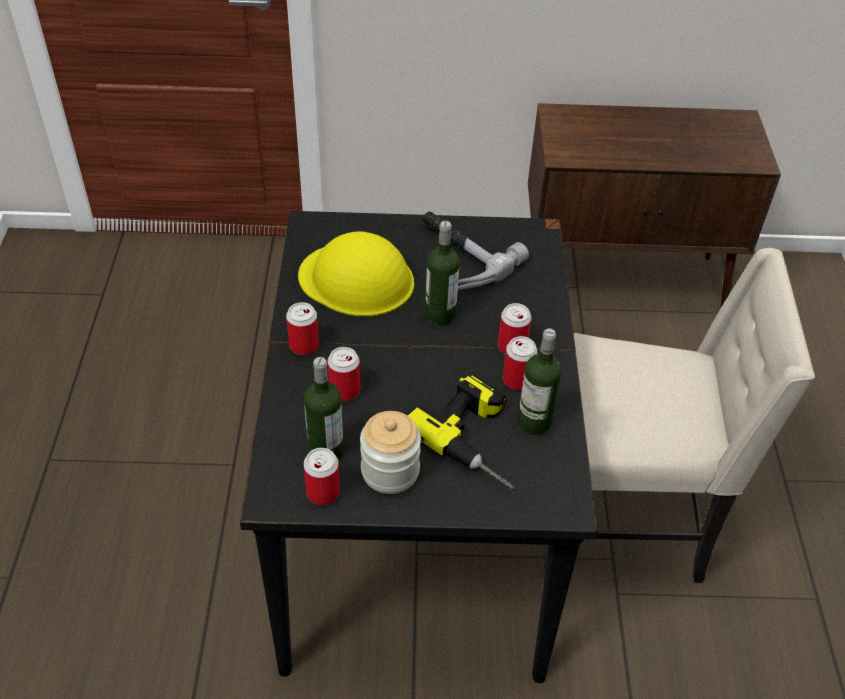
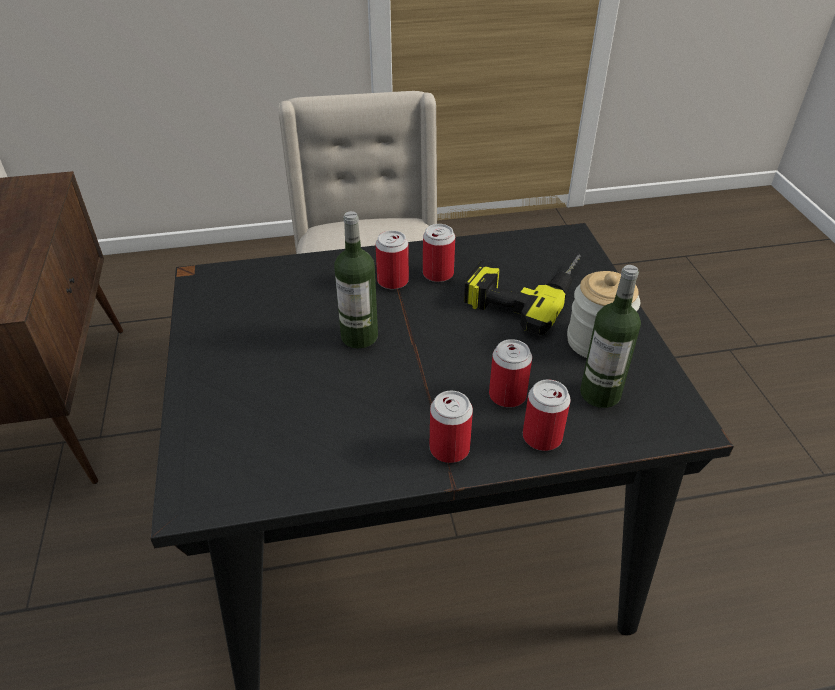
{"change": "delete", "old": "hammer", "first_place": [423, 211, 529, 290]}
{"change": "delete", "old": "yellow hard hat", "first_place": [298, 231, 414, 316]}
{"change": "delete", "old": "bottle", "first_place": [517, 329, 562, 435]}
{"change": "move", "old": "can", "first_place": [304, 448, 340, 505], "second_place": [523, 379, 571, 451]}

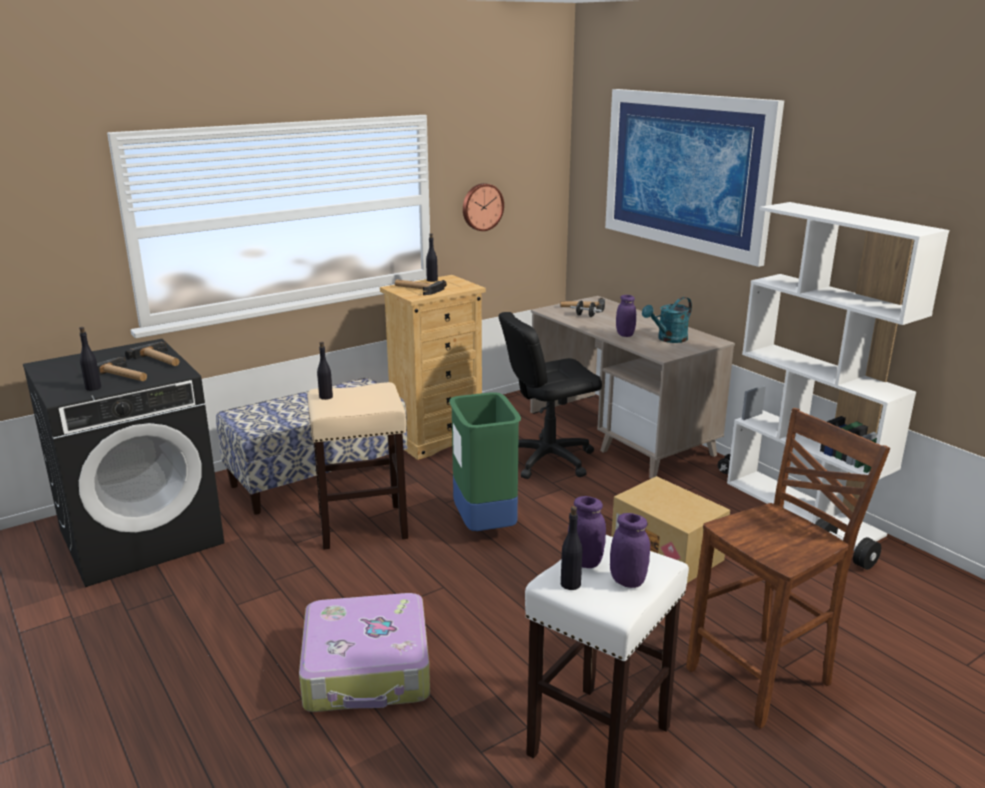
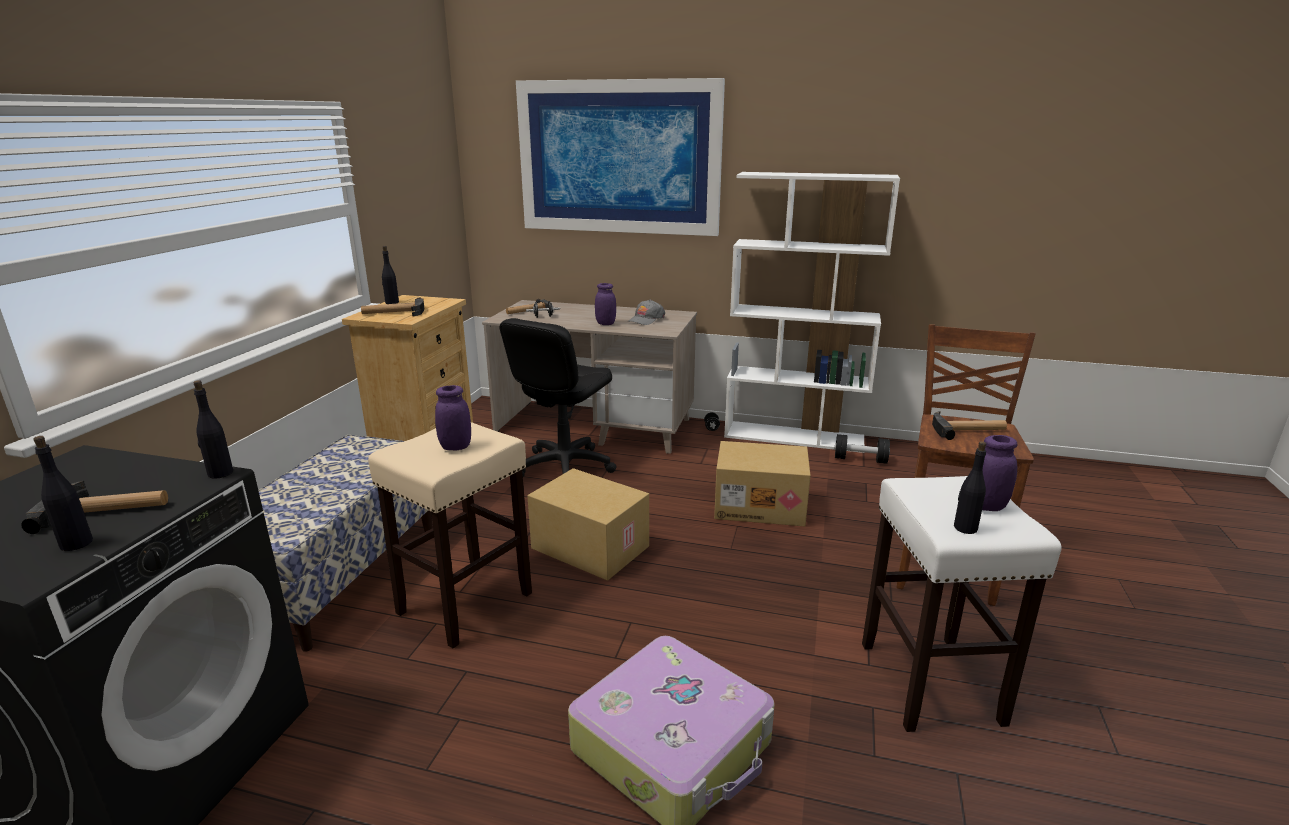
{"change": "delete", "old": "wall clock", "first_place": [463, 183, 504, 231]}
{"change": "replace", "old": "turquoise watering can", "new": "grey cap", "first_place": [642, 297, 692, 343], "second_place": [628, 300, 665, 325]}
{"change": "move", "old": "hammer", "first_place": [125, 342, 179, 366], "second_place": [932, 411, 1007, 440]}
{"change": "move", "old": "black bottle", "first_place": [317, 342, 333, 400], "second_place": [193, 380, 233, 479]}
{"change": "replace", "old": "green trash can", "new": "cardboard box", "first_place": [449, 392, 521, 531], "second_place": [527, 468, 649, 581]}
{"change": "move", "old": "purple jar", "first_place": [568, 496, 606, 568], "second_place": [435, 385, 471, 451]}

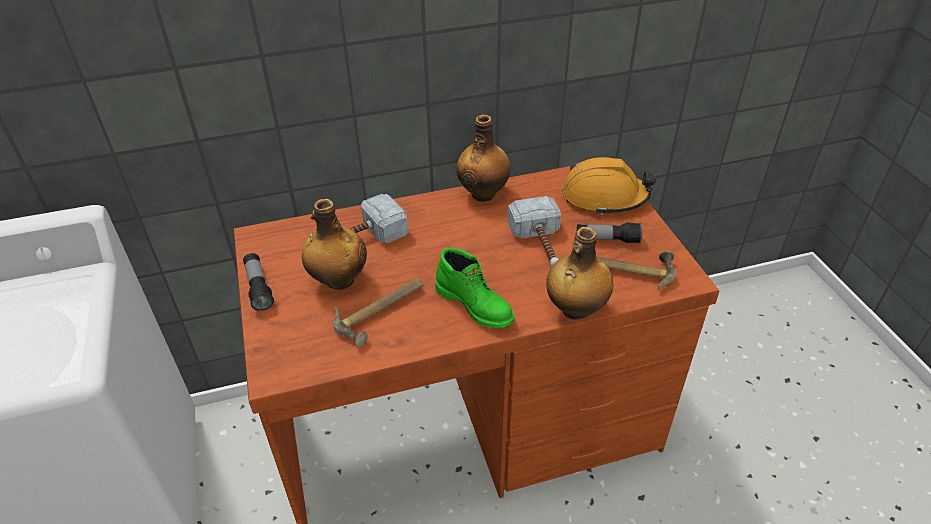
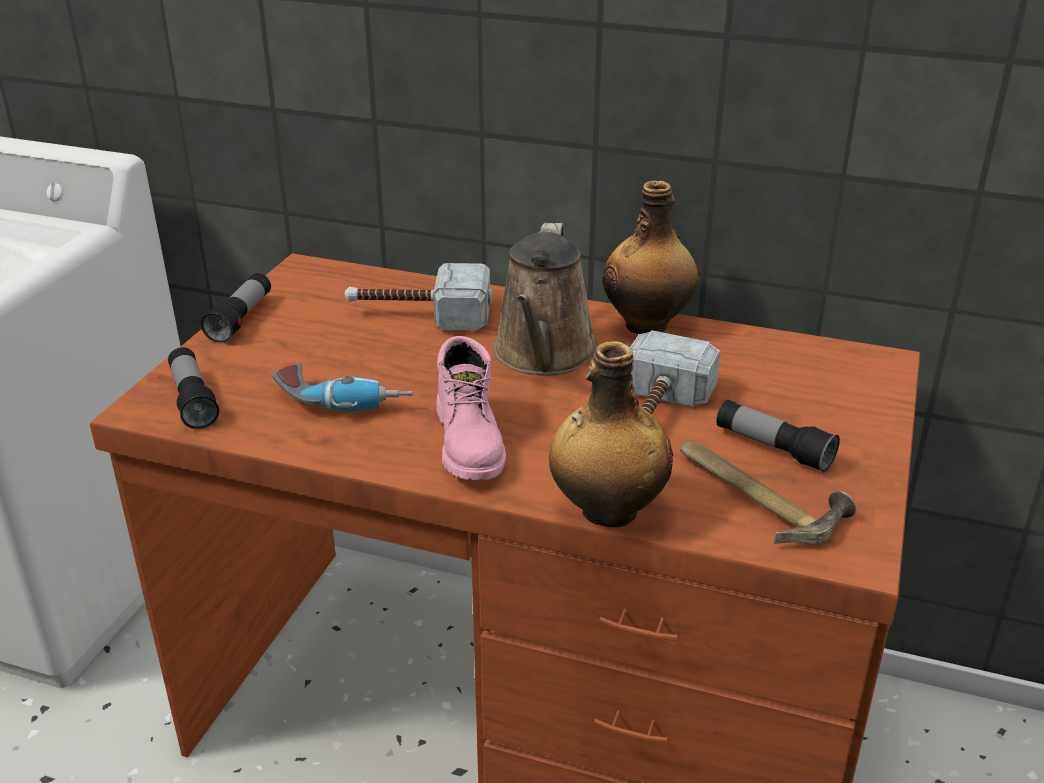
{"change": "delete", "old": "orange hard hat", "first_place": [562, 157, 656, 215]}
{"change": "delete", "old": "bottle", "first_place": [302, 199, 367, 290]}
{"change": "recolor", "old": "green boot", "new": "pink boot", "first_place": [435, 248, 514, 328], "second_place": [436, 336, 506, 480]}
{"change": "replace", "old": "hammer", "new": "power drill", "first_place": [333, 278, 423, 347], "second_place": [272, 363, 413, 412]}
{"change": "insert", "new": "brown watering can", "second_place": [493, 223, 598, 376]}
{"change": "insert", "new": "flashlight", "second_place": [168, 347, 219, 429]}

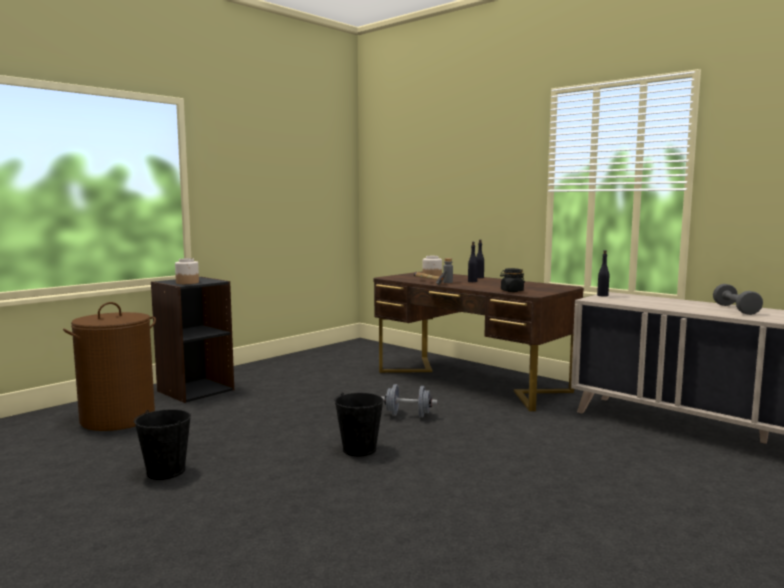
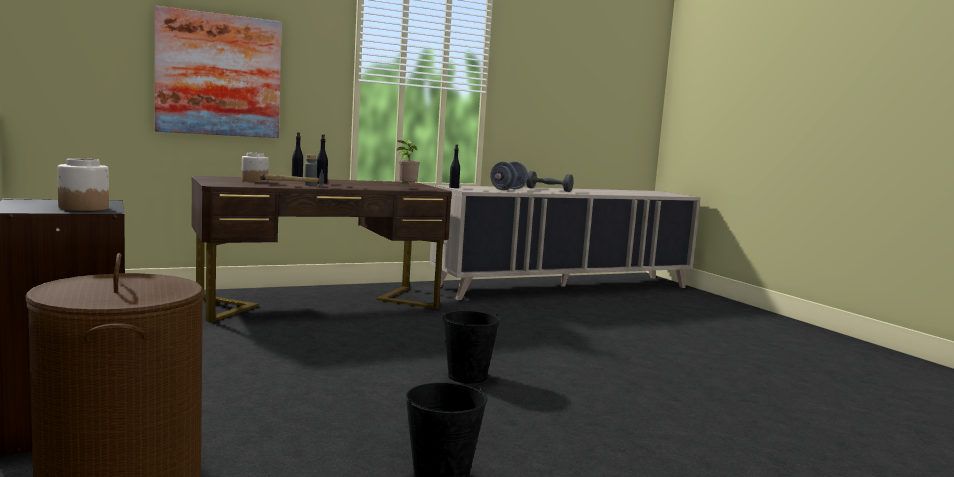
{"change": "replace", "old": "black jar", "new": "potted plant", "first_place": [500, 268, 525, 292], "second_place": [396, 140, 420, 187]}
{"change": "move", "old": "grey dumbbell", "first_place": [380, 384, 438, 418], "second_place": [490, 162, 528, 190]}
{"change": "insert", "new": "picture", "second_place": [154, 6, 282, 138]}

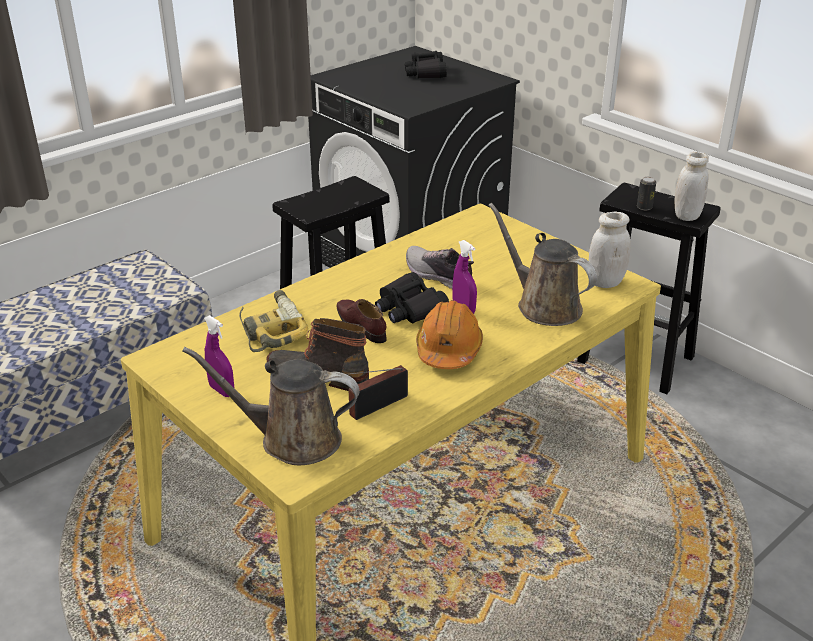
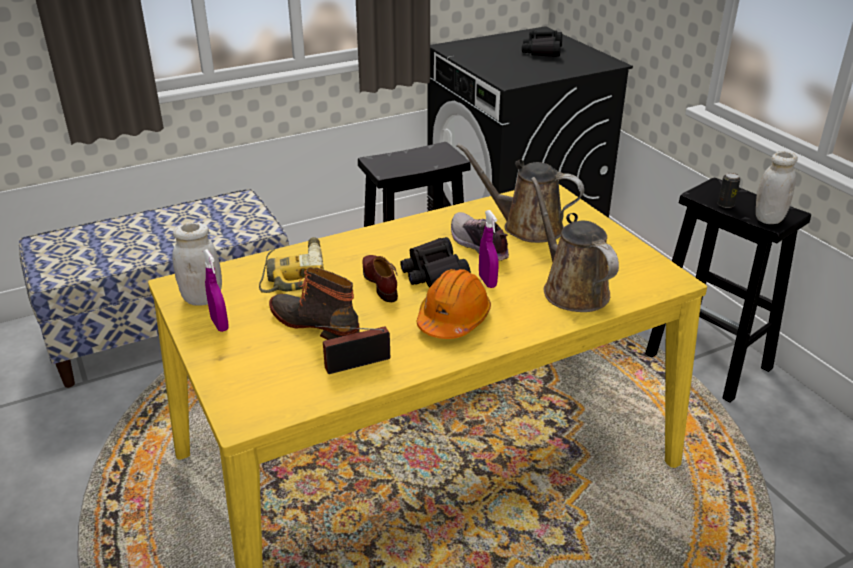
{"change": "move", "old": "white jar", "first_place": [589, 212, 631, 288], "second_place": [172, 223, 222, 306]}
{"change": "move", "old": "brown watering can", "first_place": [182, 347, 360, 465], "second_place": [456, 143, 584, 243]}

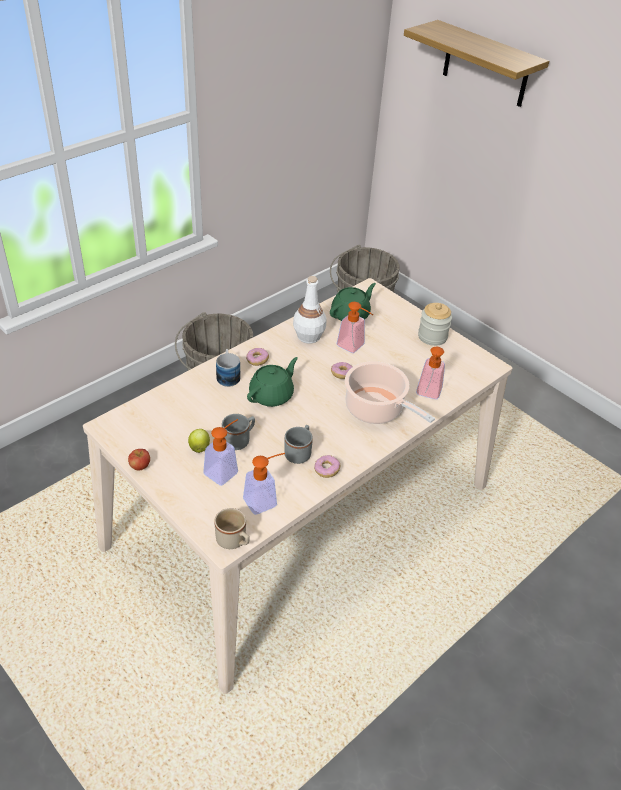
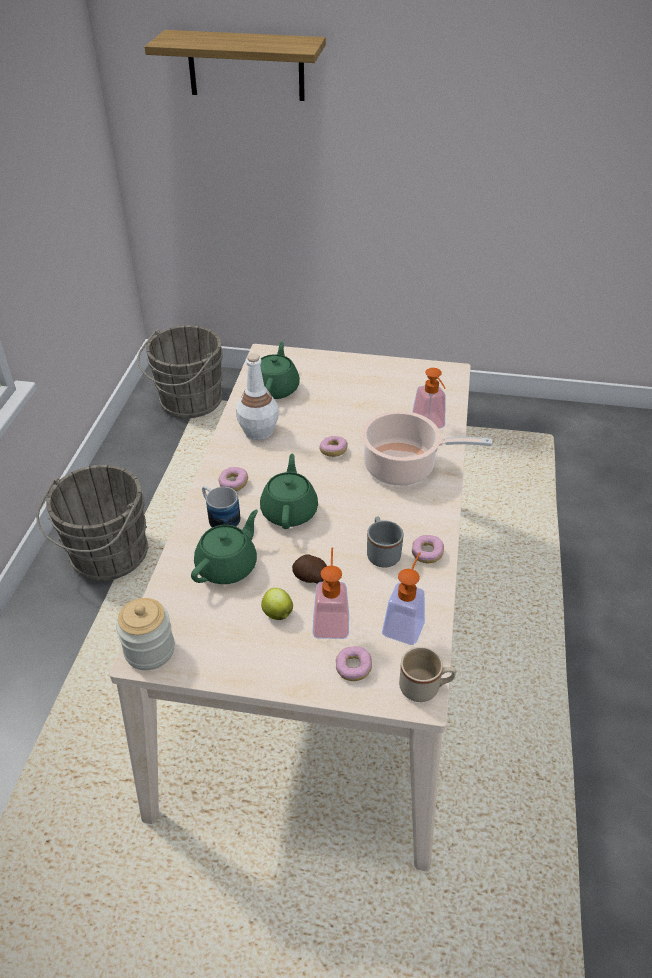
{"change": "delete", "old": "soap dispenser", "first_place": [337, 302, 373, 353]}
{"change": "move", "old": "jar", "first_place": [418, 303, 452, 346], "second_place": [116, 598, 175, 670]}
{"change": "replace", "old": "grey mug", "new": "potato", "first_place": [222, 414, 255, 450], "second_place": [292, 554, 327, 583]}
{"change": "delete", "old": "apple", "first_place": [128, 449, 150, 471]}
{"change": "insert", "new": "green teapot", "second_place": [191, 510, 258, 584]}
{"change": "insert", "new": "donut", "second_place": [336, 646, 372, 681]}

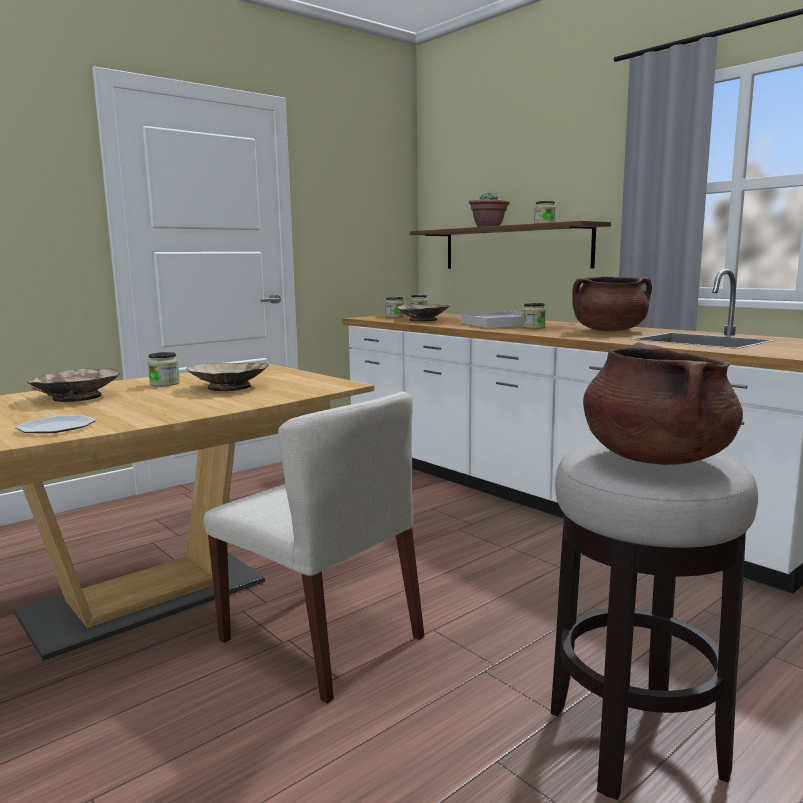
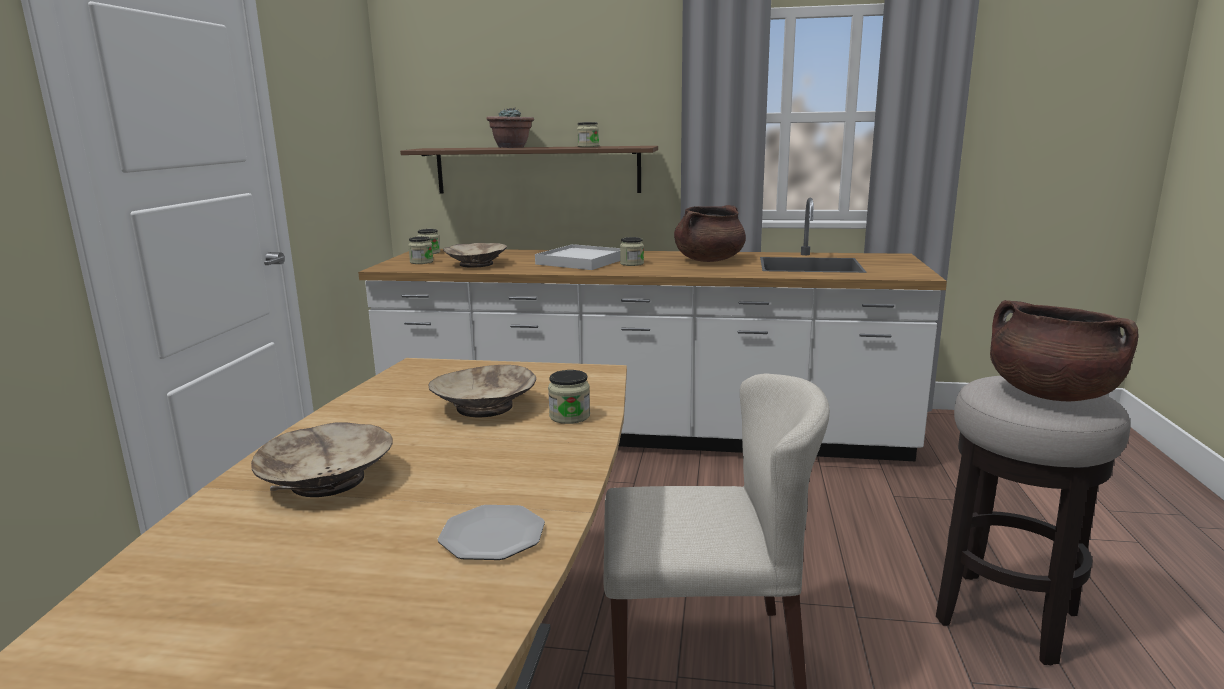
{"change": "move", "old": "jar", "first_place": [148, 352, 180, 386], "second_place": [548, 370, 590, 424]}

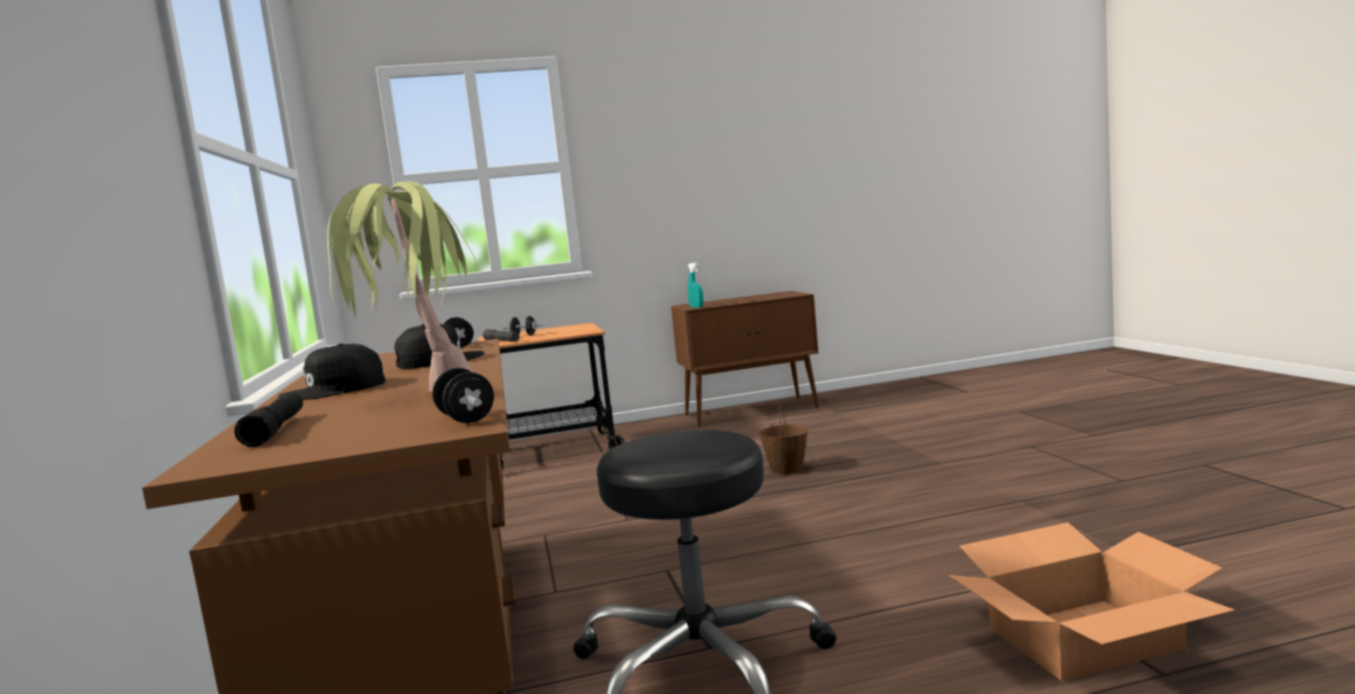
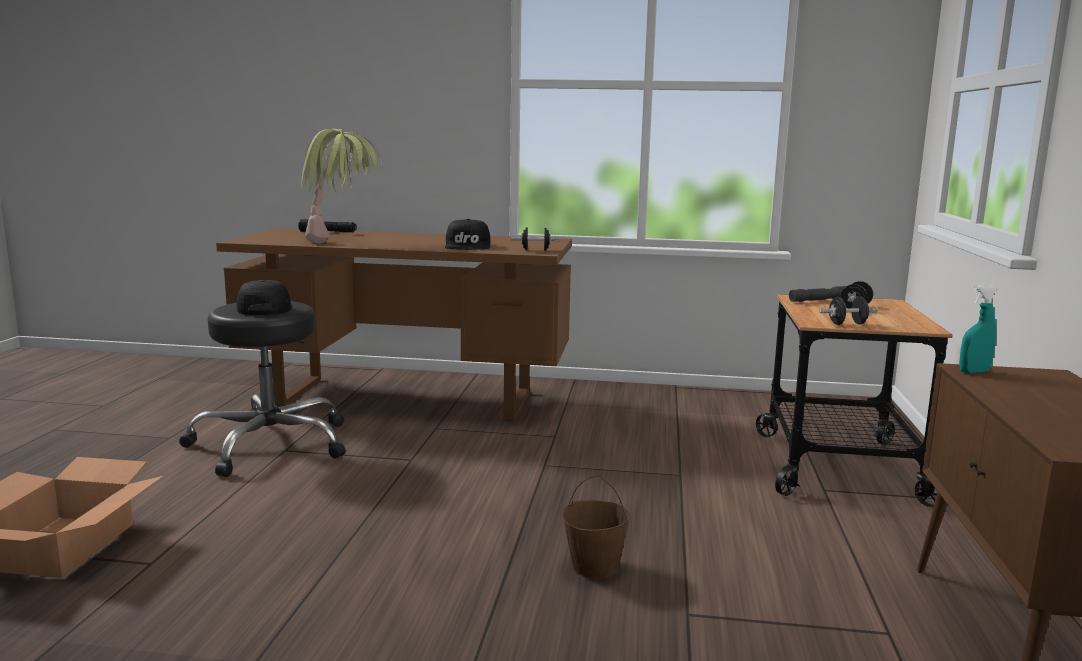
{"change": "move", "old": "black cap", "first_place": [278, 343, 385, 400], "second_place": [237, 280, 293, 315]}
{"change": "move", "old": "black dumbbell", "first_place": [432, 368, 494, 423], "second_place": [819, 296, 878, 325]}

